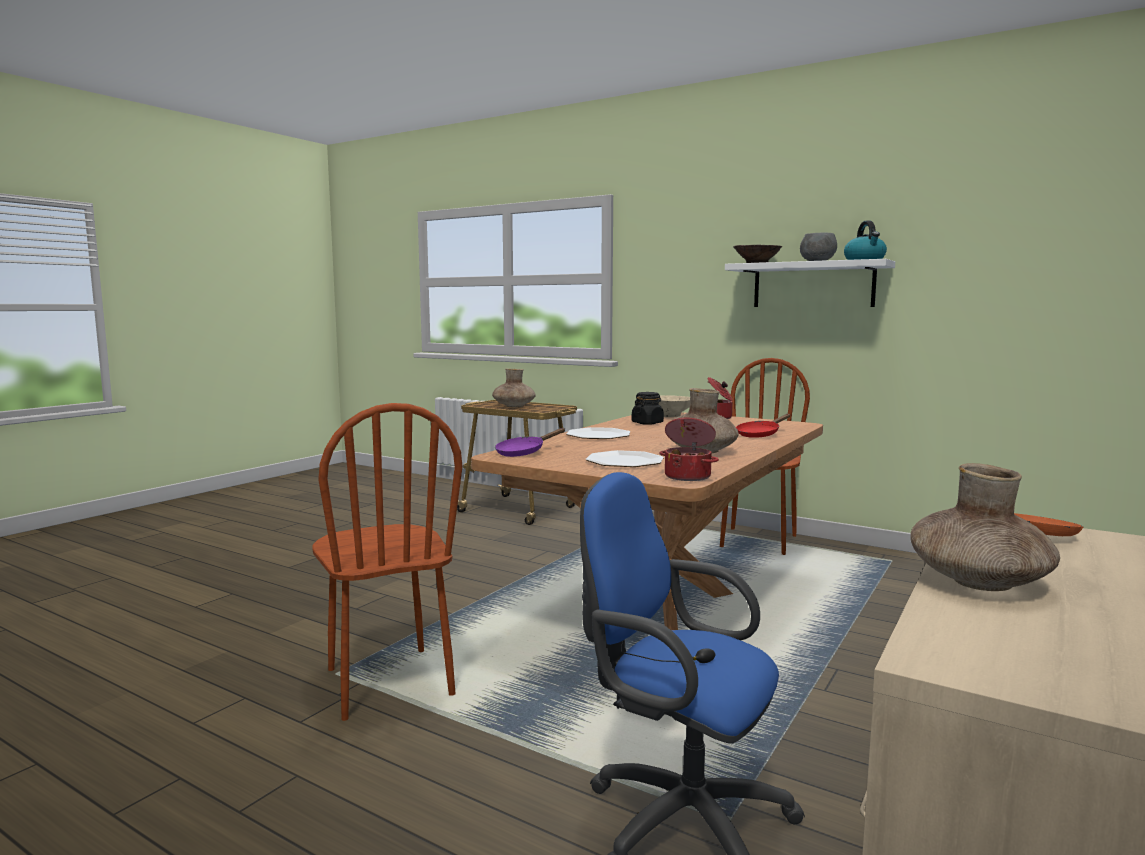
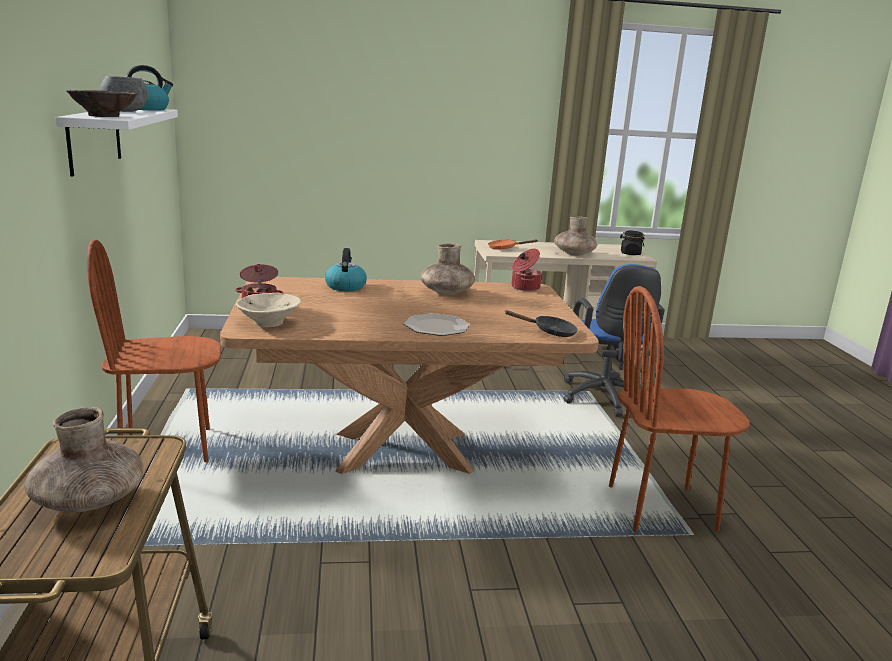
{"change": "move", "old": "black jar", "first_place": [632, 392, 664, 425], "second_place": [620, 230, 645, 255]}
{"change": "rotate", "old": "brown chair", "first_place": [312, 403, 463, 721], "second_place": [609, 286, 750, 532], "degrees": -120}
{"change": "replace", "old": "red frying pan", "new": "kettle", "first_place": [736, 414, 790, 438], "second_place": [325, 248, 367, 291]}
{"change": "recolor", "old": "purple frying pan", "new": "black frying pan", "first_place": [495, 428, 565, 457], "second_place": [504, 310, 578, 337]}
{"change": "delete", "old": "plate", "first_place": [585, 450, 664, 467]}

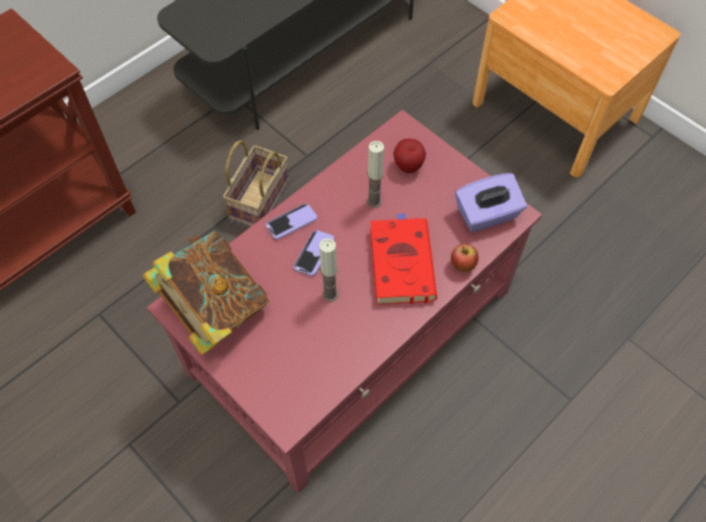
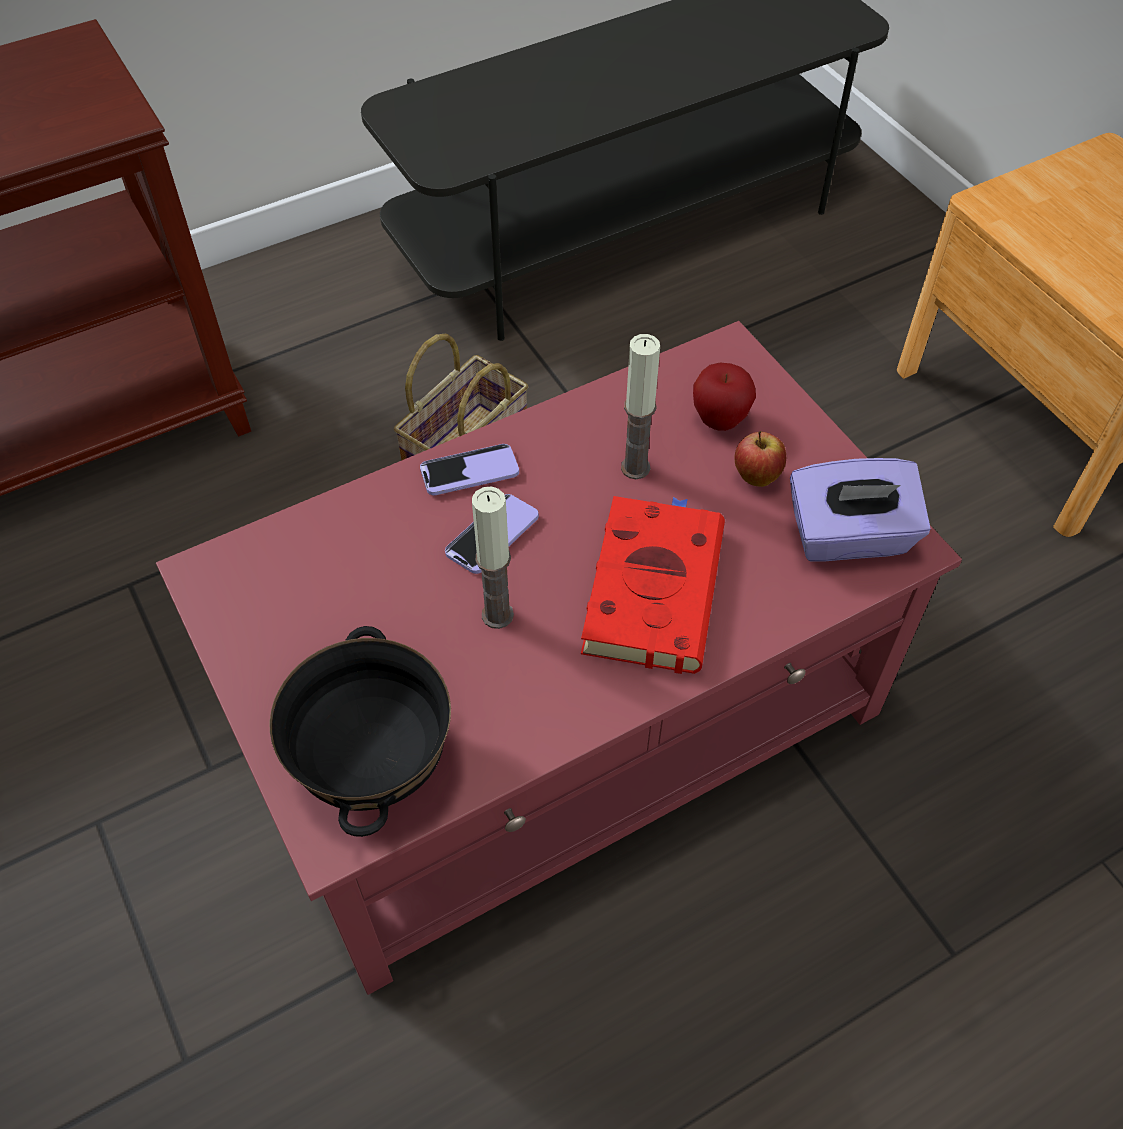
{"change": "delete", "old": "book", "first_place": [143, 231, 270, 355]}
{"change": "move", "old": "apple", "first_place": [451, 244, 479, 272], "second_place": [734, 431, 786, 487]}
{"change": "insert", "new": "black bowl", "second_place": [270, 626, 451, 837]}

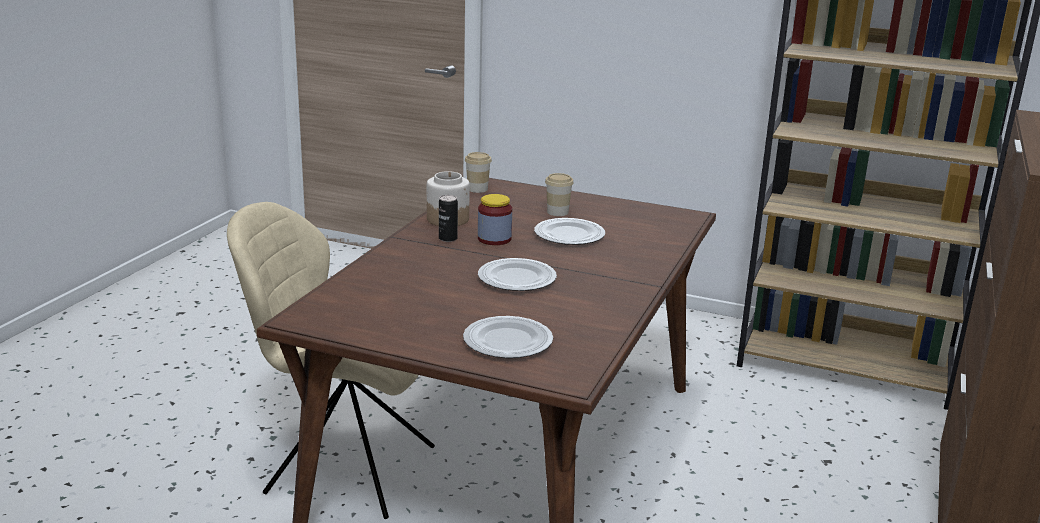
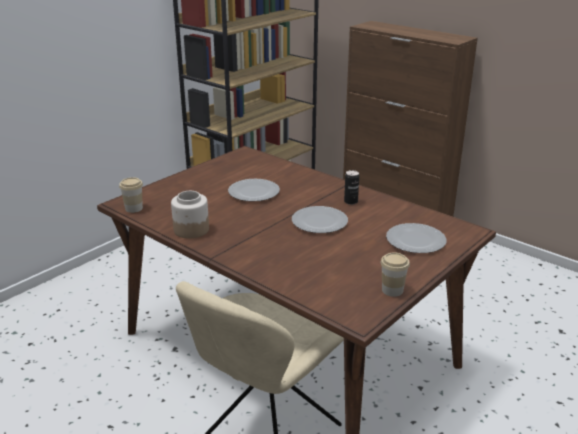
{"change": "move", "old": "cup", "first_place": [545, 173, 574, 216], "second_place": [380, 253, 410, 297]}
{"change": "delete", "old": "jar", "first_place": [478, 194, 512, 245]}
{"change": "move", "old": "can", "first_place": [439, 195, 458, 242], "second_place": [344, 170, 359, 205]}

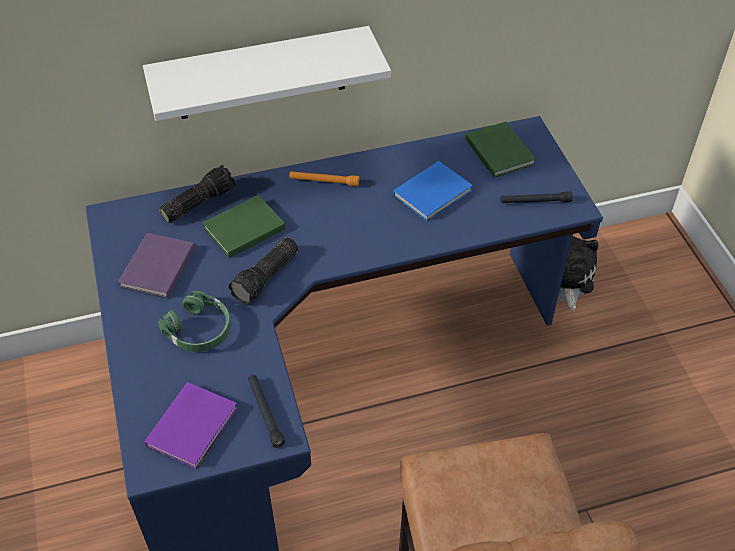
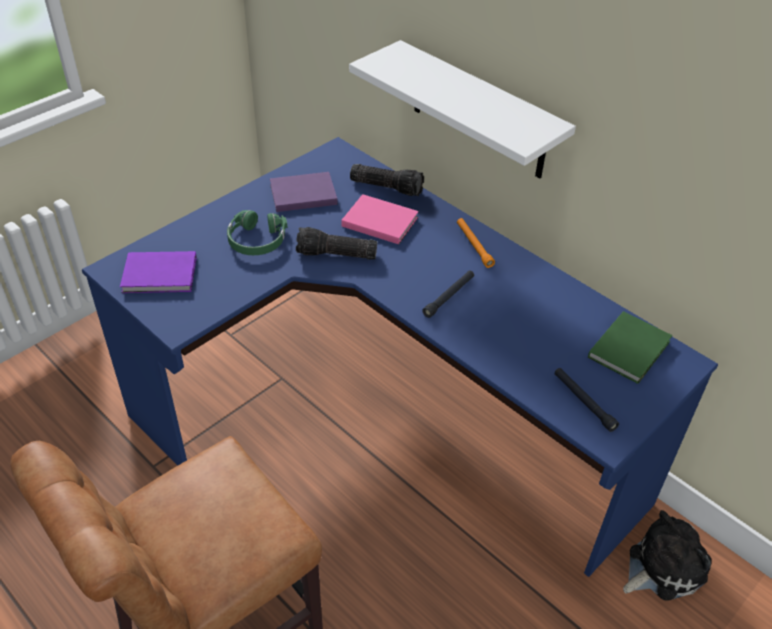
{"change": "delete", "old": "blue book", "first_place": [393, 161, 473, 222]}
{"change": "recolor", "old": "green book", "new": "pink book", "first_place": [202, 195, 286, 258], "second_place": [341, 194, 419, 244]}
{"change": "move", "old": "black flashlight", "first_place": [248, 375, 285, 448], "second_place": [422, 270, 474, 318]}

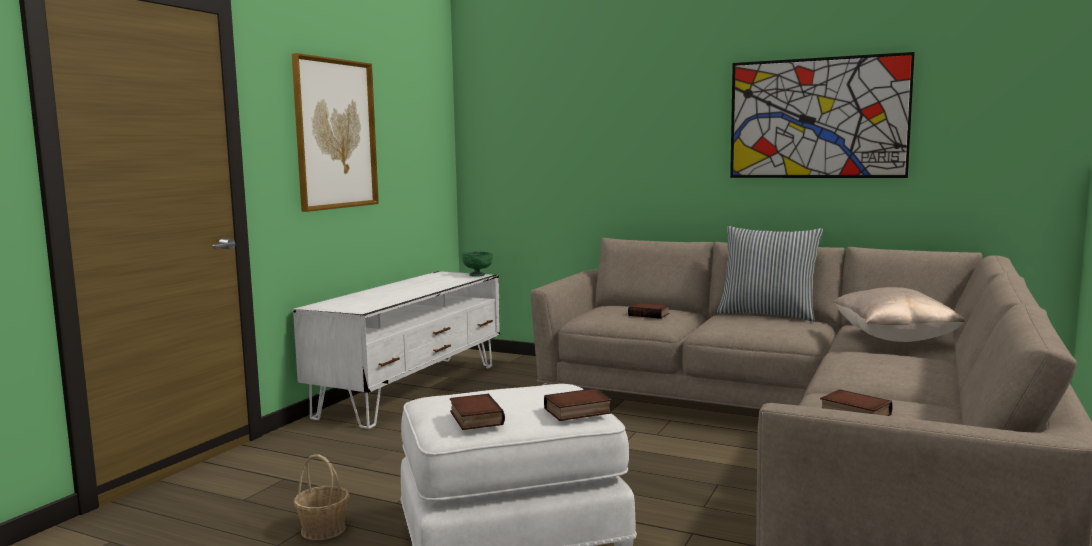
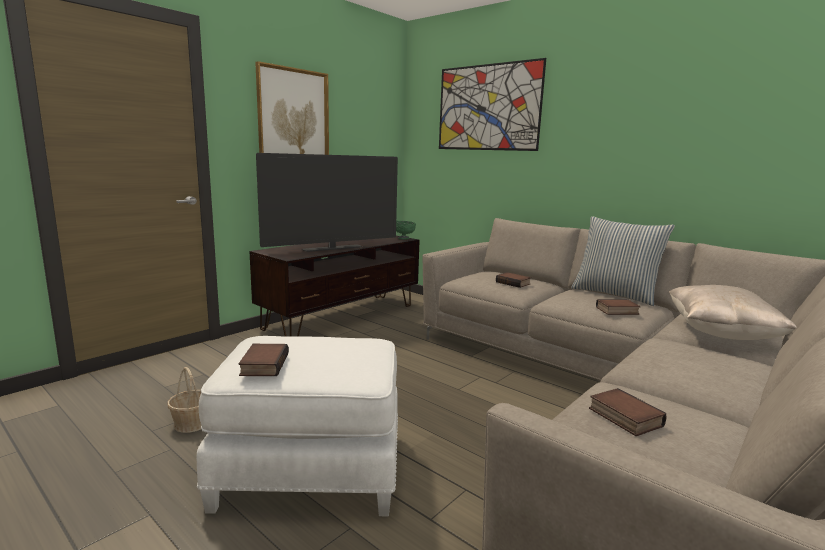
{"change": "move", "old": "picture", "first_place": [730, 52, 915, 178], "second_place": [439, 58, 546, 151]}
{"change": "recolor", "old": "white tv stand", "new": "brown tv stand", "first_place": [293, 271, 500, 429], "second_place": [249, 236, 420, 337]}
{"change": "move", "old": "book", "first_place": [544, 388, 612, 421], "second_place": [596, 299, 641, 315]}
{"change": "insert", "new": "television", "second_place": [256, 153, 398, 252]}

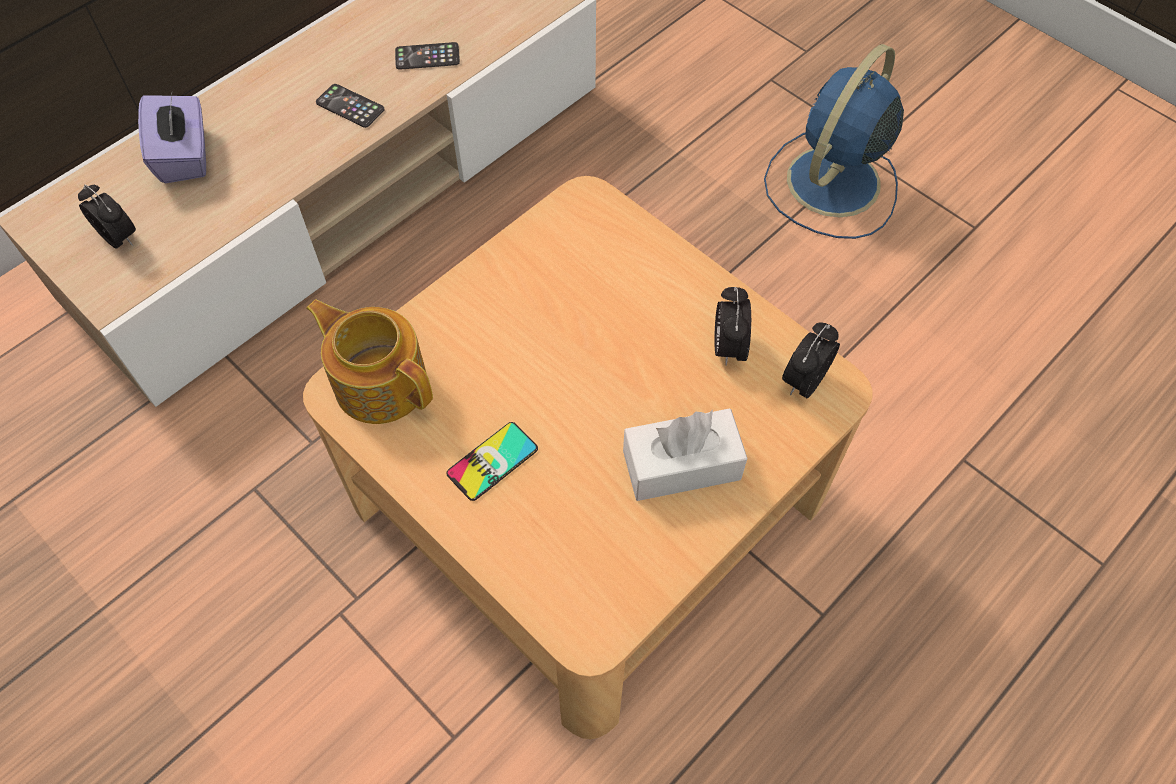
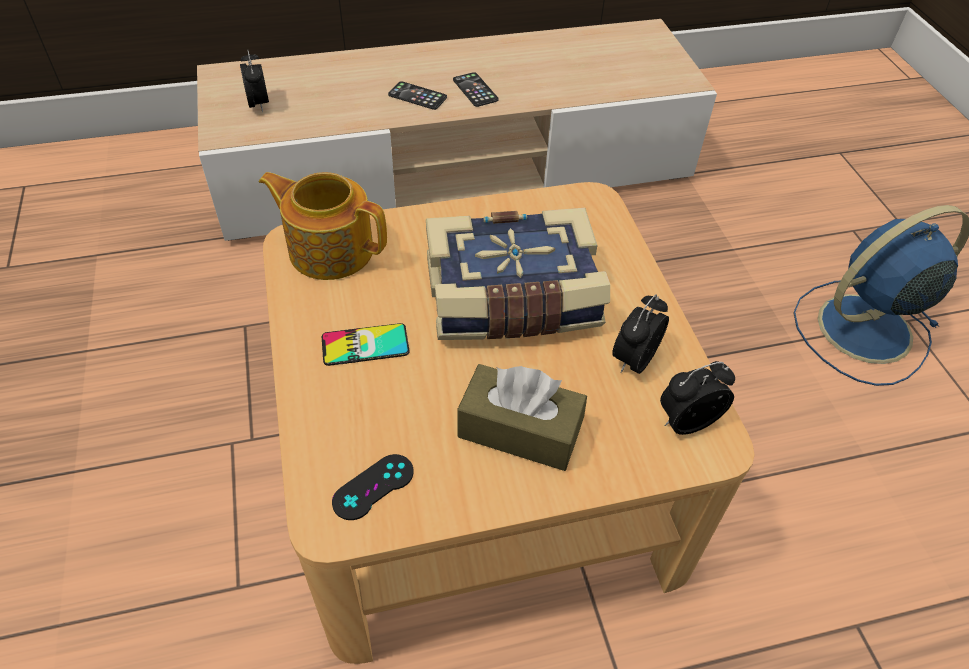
{"change": "move", "old": "phone", "first_place": [395, 42, 460, 70], "second_place": [388, 81, 447, 110]}
{"change": "delete", "old": "purple tissue box", "first_place": [138, 95, 206, 183]}
{"change": "rotate", "old": "teapot", "first_place": [306, 299, 433, 424], "second_place": [259, 172, 387, 280], "degrees": -45}
{"change": "recolor", "old": "white tissue box", "new": "brown tissue box", "first_place": [623, 408, 747, 501], "second_place": [458, 364, 587, 471]}
{"change": "insert", "new": "book", "second_place": [426, 208, 610, 340]}
{"change": "insert", "new": "black game controller", "second_place": [332, 454, 414, 520]}

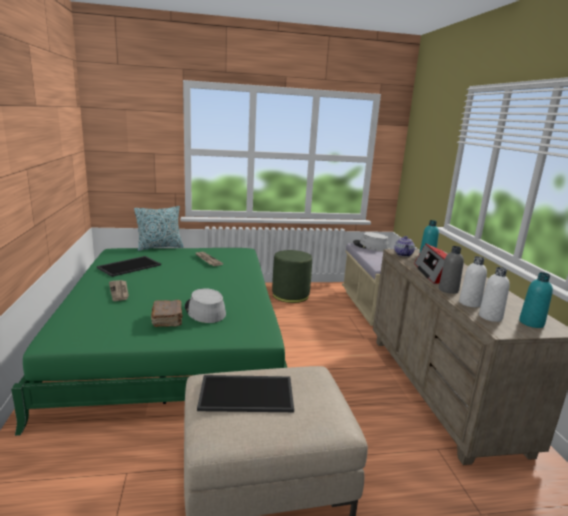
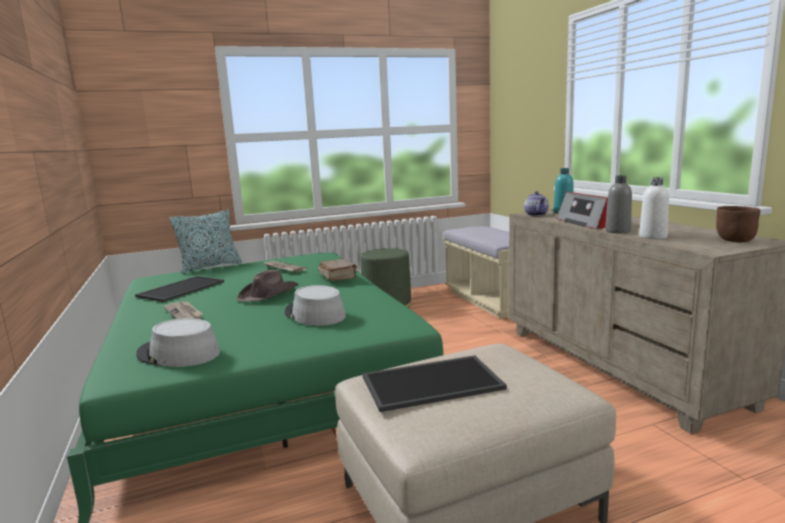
{"change": "move", "old": "grey hat", "first_place": [353, 232, 389, 251], "second_place": [136, 318, 220, 367]}
{"change": "delete", "old": "white bottle", "first_place": [479, 267, 510, 322]}
{"change": "replace", "old": "turquoise bottle", "new": "brown bowl", "first_place": [519, 272, 553, 328], "second_place": [716, 206, 760, 242]}
{"change": "move", "old": "brown book", "first_place": [151, 300, 183, 327], "second_place": [318, 259, 357, 281]}
{"change": "insert", "new": "brown hat", "second_place": [237, 270, 298, 301]}

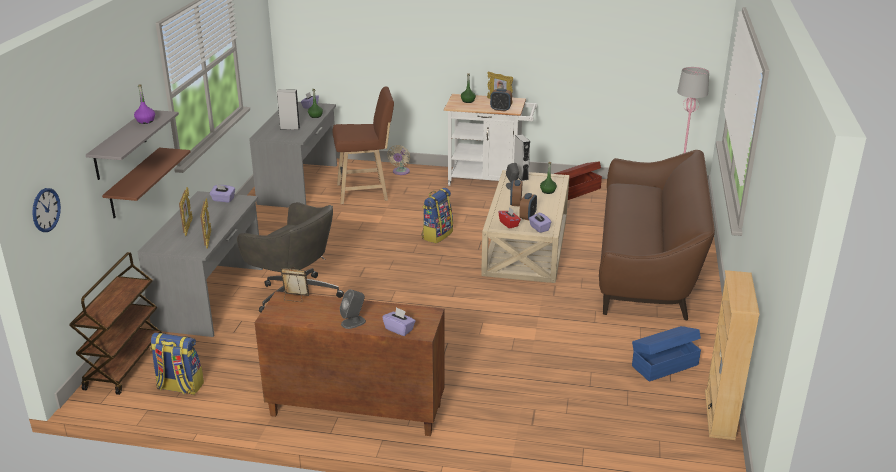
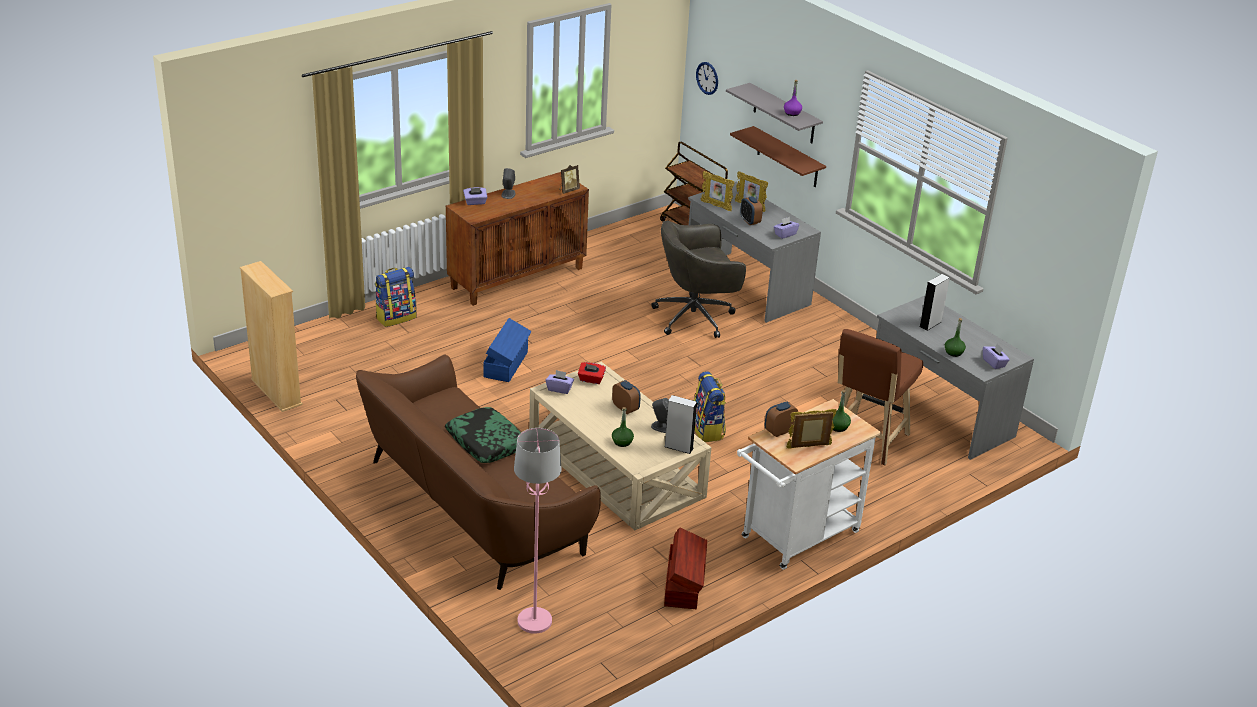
{"change": "delete", "old": "beige fan", "first_place": [387, 145, 410, 175]}
{"change": "move", "old": "alarm clock", "first_place": [519, 193, 537, 220], "second_place": [740, 196, 763, 225]}
{"change": "move", "old": "blue storage box", "first_place": [632, 326, 701, 381], "second_place": [483, 318, 532, 382]}
{"change": "move", "old": "backpack", "first_place": [150, 333, 204, 395], "second_place": [375, 267, 416, 327]}
{"change": "insert", "new": "pillow", "second_place": [445, 407, 521, 463]}

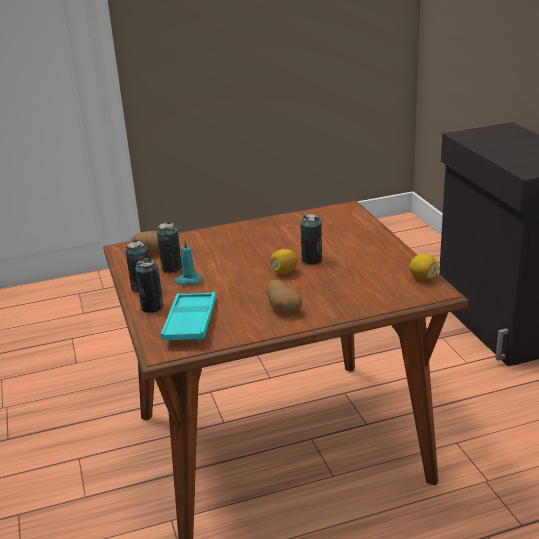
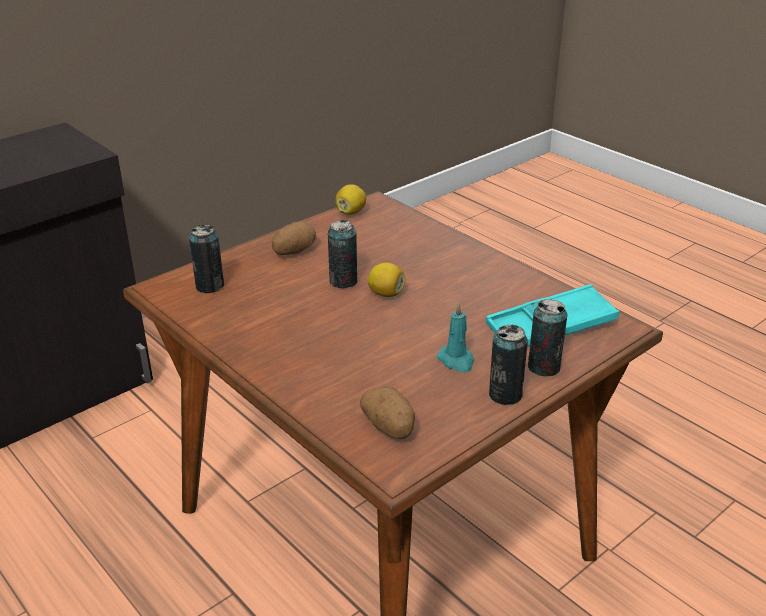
{"change": "move", "old": "can", "first_place": [157, 222, 182, 273], "second_place": [189, 225, 224, 293]}
{"change": "move", "old": "potato", "first_place": [267, 279, 302, 313], "second_place": [272, 221, 316, 255]}

